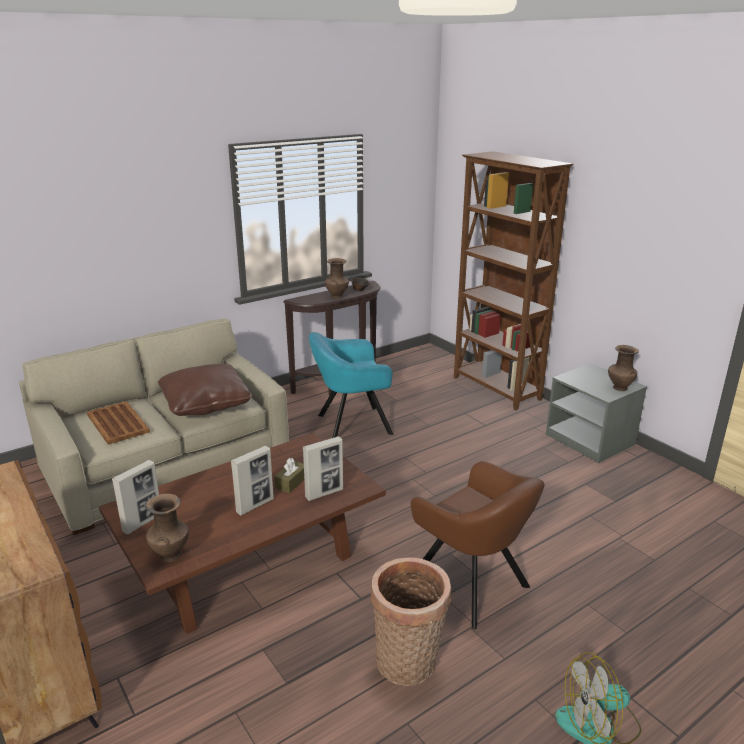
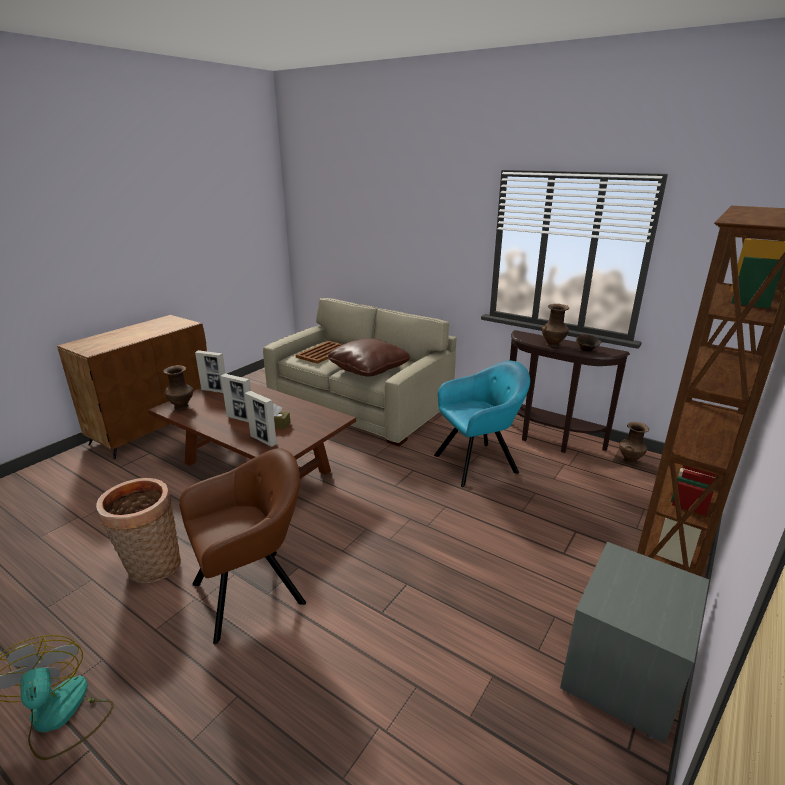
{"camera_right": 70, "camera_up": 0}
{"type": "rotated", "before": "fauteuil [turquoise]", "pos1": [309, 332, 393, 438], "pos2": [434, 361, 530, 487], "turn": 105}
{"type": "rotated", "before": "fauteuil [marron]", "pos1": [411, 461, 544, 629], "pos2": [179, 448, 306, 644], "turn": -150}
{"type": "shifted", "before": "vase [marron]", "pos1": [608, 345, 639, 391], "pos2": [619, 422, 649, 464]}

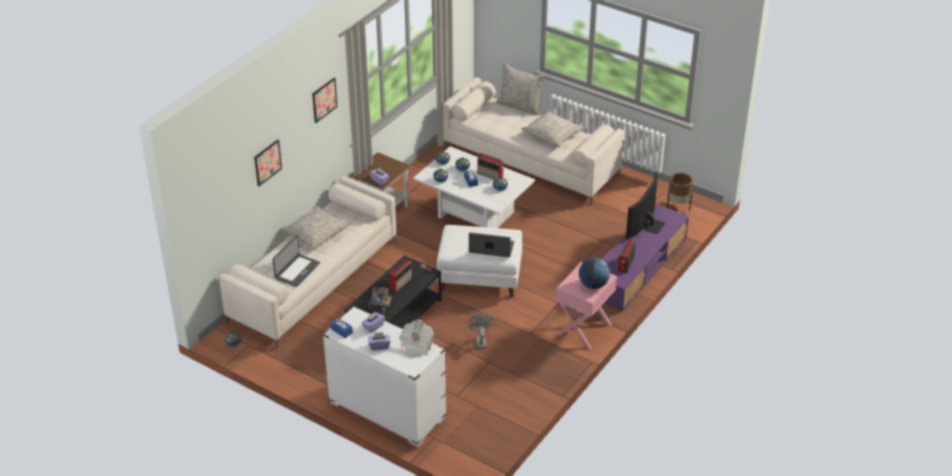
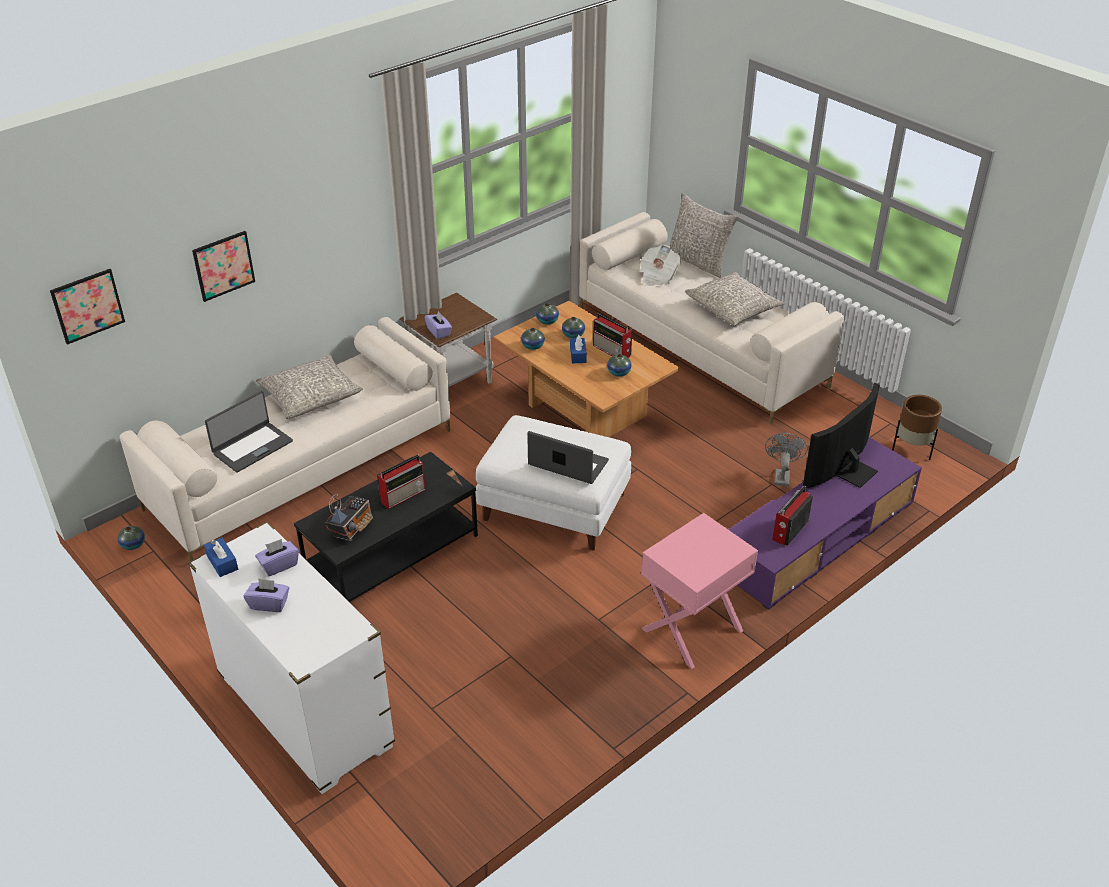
{"camera_right": 15, "camera_up": 0}
{"type": "shifted", "before": "tableau", "pos1": [312, 78, 338, 123], "pos2": [50, 269, 125, 345]}
{"type": "shifted", "before": "journal", "pos1": [399, 320, 434, 359], "pos2": [640, 245, 681, 286]}
{"type": "repainted", "before": "table basse [blanc]", "after": "table basse [marron]", "pos1": [413, 146, 535, 228], "pos2": [493, 301, 679, 437]}
{"type": "shifted", "before": "ventilateur [gris]", "pos1": [467, 313, 495, 348], "pos2": [765, 433, 808, 487]}
{"type": "gone", "before": "globe", "pos1": [579, 258, 610, 289]}

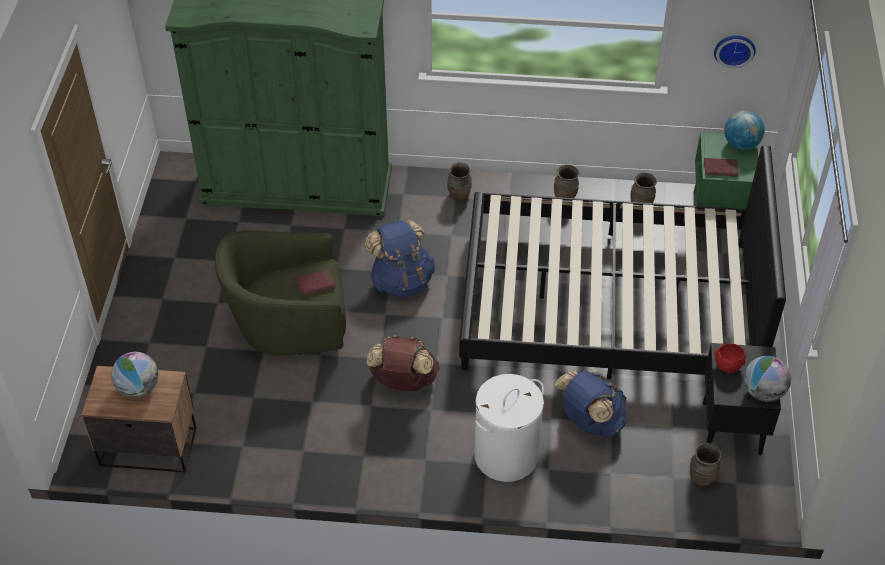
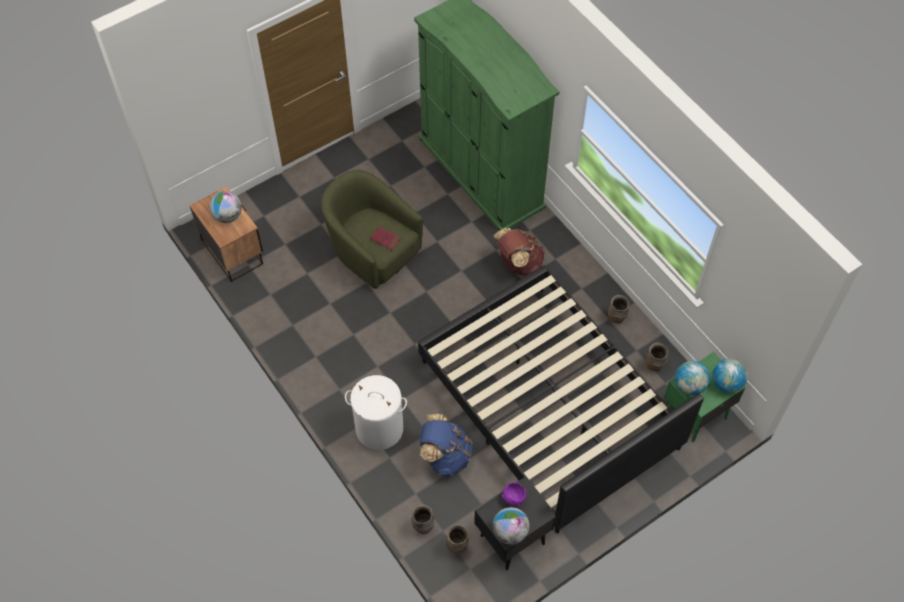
{"camera_right": 50, "camera_up": 10}
{"type": "gone", "before": "sac à dos [bleu]", "pos1": [365, 219, 435, 298]}
{"type": "shifted", "before": "sac à dos [marron]", "pos1": [367, 335, 440, 391], "pos2": [494, 228, 545, 277]}
{"type": "shifted", "before": "vase [marron]", "pos1": [447, 162, 472, 201], "pos2": [412, 505, 435, 534]}
{"type": "swapped", "before": "livre [rouge]", "after": "globe", "pos1": [704, 158, 739, 177], "pos2": [675, 361, 710, 395]}
{"type": "gone", "before": "horloge murale", "pos1": [714, 36, 756, 69]}
{"type": "repainted", "before": "bol [rouge]", "after": "bol [violet]", "pos1": [714, 343, 746, 372], "pos2": [502, 482, 526, 506]}

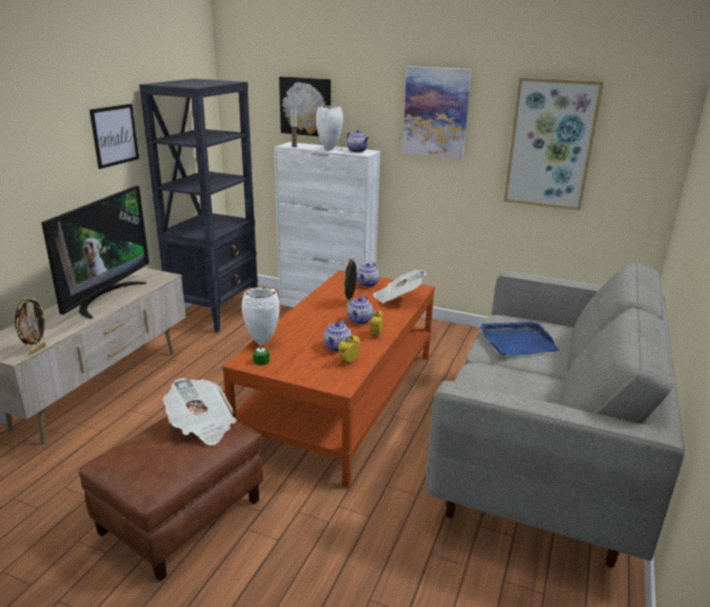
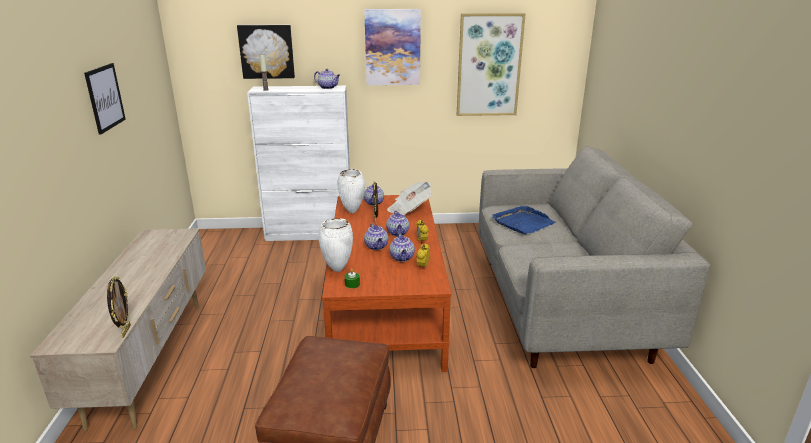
{"camera_right": -25, "camera_up": 0}
{"type": "gone", "before": "téléviseur", "pos1": [41, 186, 149, 319]}
{"type": "gone", "before": "bibliothèque [noir]", "pos1": [139, 79, 258, 332]}
{"type": "gone", "before": "journal", "pos1": [163, 378, 237, 445]}
{"type": "shifted", "before": "vase [blanc]", "pos1": [316, 105, 343, 150], "pos2": [337, 169, 365, 213]}
{"type": "new", "after": "théière", "pos2": [364, 223, 388, 250]}

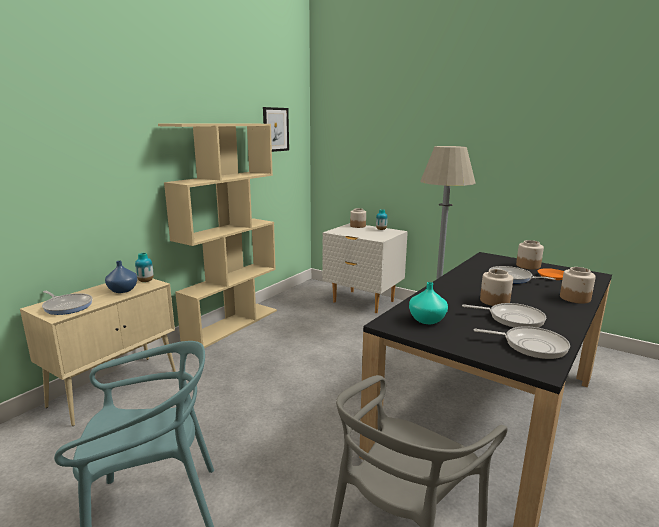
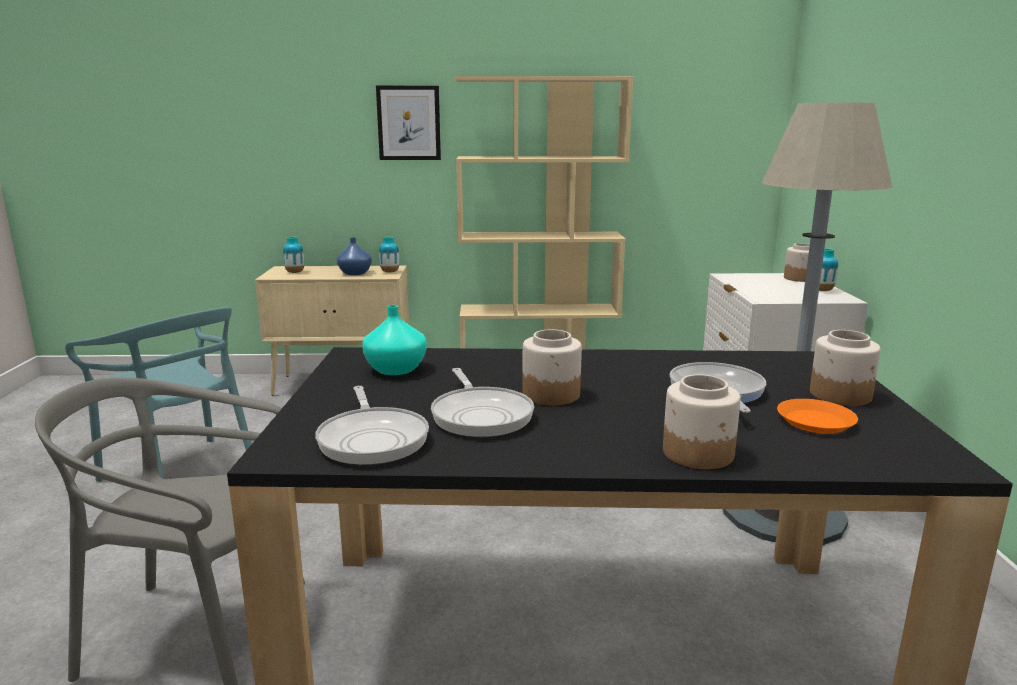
{"camera_right": 55, "camera_up": 0}
{"type": "swapped", "before": "poêle", "after": "vase", "pos1": [42, 291, 93, 315], "pos2": [283, 237, 304, 273]}
{"type": "shifted", "before": "tableau", "pos1": [263, 107, 289, 152], "pos2": [376, 86, 441, 160]}

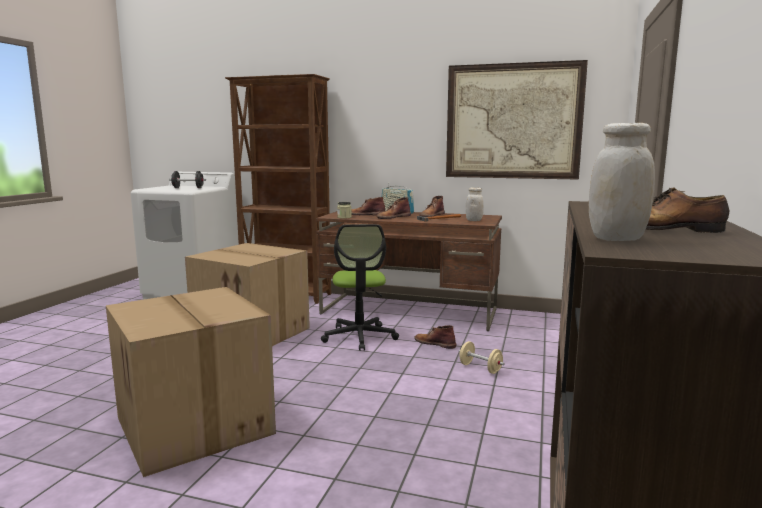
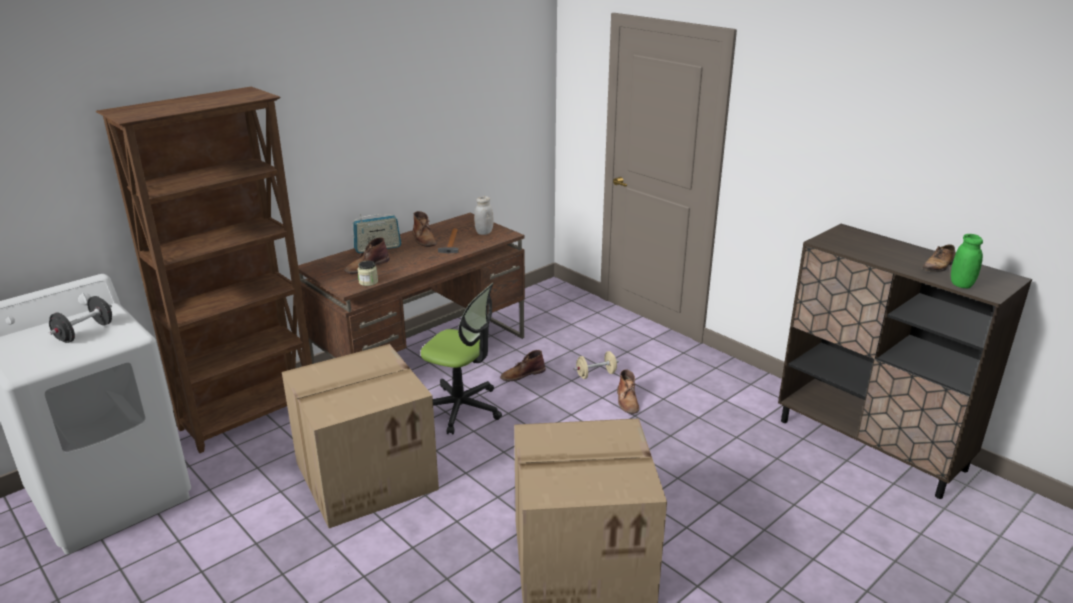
{"camera_right": -60, "camera_up": 15}
{"type": "shifted", "before": "botte [marron]", "pos1": [376, 197, 411, 219], "pos2": [617, 369, 639, 414]}
{"type": "gone", "before": "tableau", "pos1": [446, 60, 588, 180]}
{"type": "repainted", "before": "bocal [blanc]", "after": "bocal [vert]", "pos1": [589, 123, 655, 241], "pos2": [951, 234, 983, 288]}

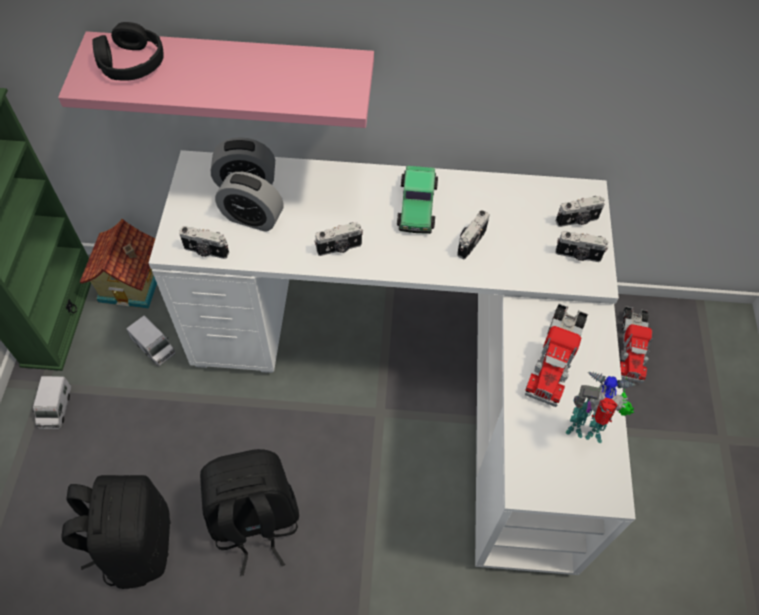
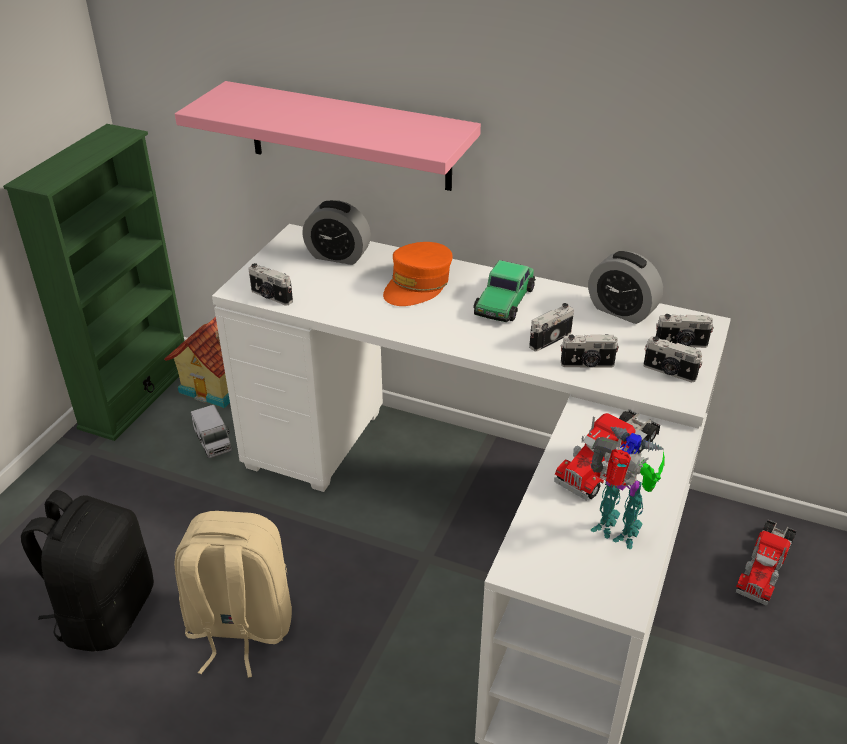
{"camera_right": 20, "camera_up": -20}
{"type": "gone", "before": "camion jouet", "pos1": [31, 376, 72, 429]}
{"type": "gone", "before": "casque audio [noir]", "pos1": [92, 22, 164, 81]}
{"type": "repainted", "before": "sac à dos [noir]", "after": "sac à dos [beige]", "pos1": [200, 449, 299, 576], "pos2": [174, 511, 292, 678]}
{"type": "shifted", "before": "réveil", "pos1": [215, 172, 284, 232], "pos2": [588, 251, 663, 324]}
{"type": "shifted", "before": "appareil photo", "pos1": [314, 222, 363, 256], "pos2": [560, 334, 619, 368]}
{"type": "new", "after": "casquette [orange]", "pos2": [383, 242, 453, 306]}

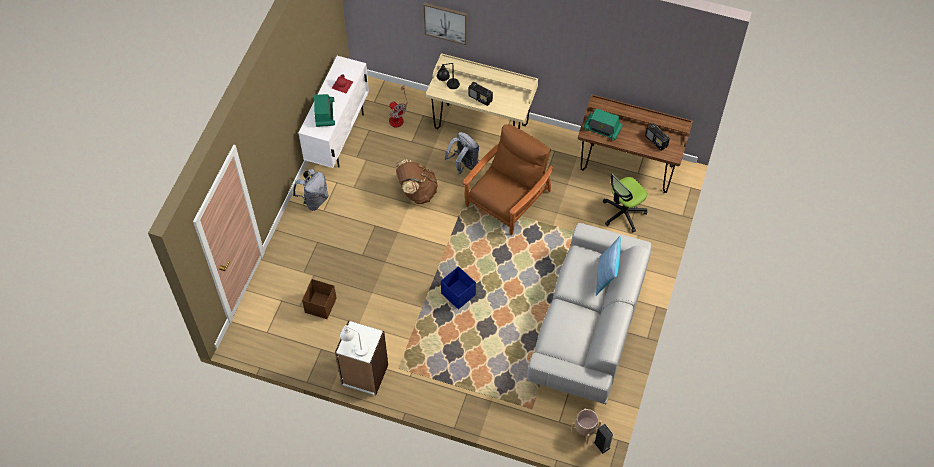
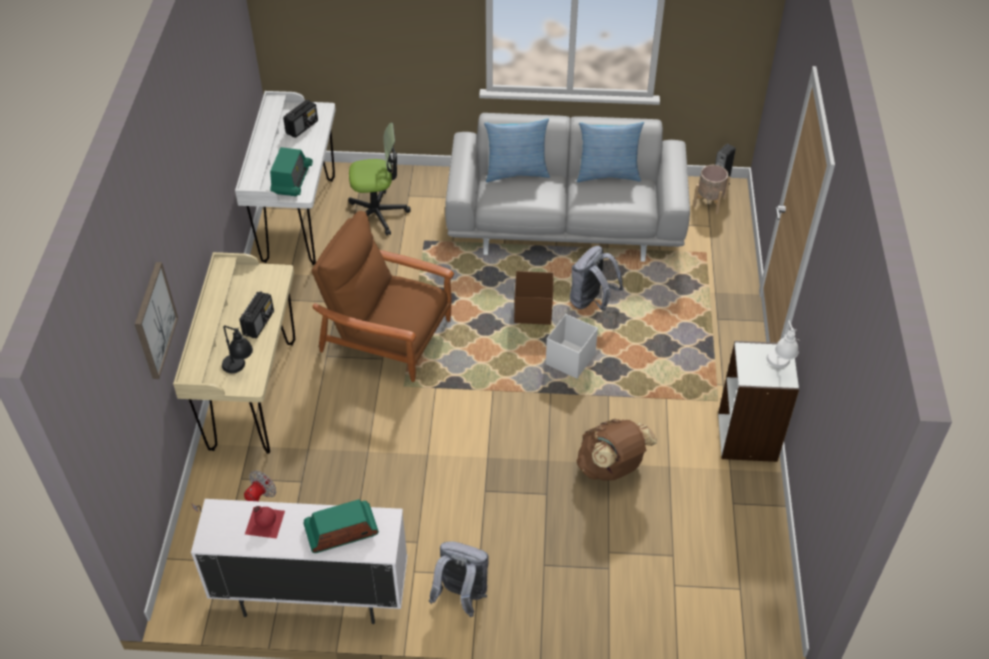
{"camera_right": -105, "camera_up": -10}
{"type": "shifted", "before": "boîte de rangement [marron]", "pos1": [302, 279, 337, 319], "pos2": [514, 271, 554, 325]}
{"type": "shifted", "before": "sac à dos [marron]", "pos1": [396, 159, 438, 204], "pos2": [576, 419, 657, 481]}
{"type": "repainted", "before": "boîte de rangement [bleu]", "after": "boîte de rangement [blanc]", "pos1": [441, 266, 476, 309], "pos2": [546, 314, 598, 379]}
{"type": "shifted", "before": "sac à dos [gris]", "pos1": [444, 132, 479, 174], "pos2": [570, 246, 624, 311]}
{"type": "repainted", "before": "bureau [marron]", "after": "bureau [blanc]", "pos1": [578, 94, 693, 193], "pos2": [235, 91, 336, 265]}
{"type": "rotated", "before": "chaise de bureau", "pos1": [603, 173, 647, 232], "pos2": [348, 123, 411, 236], "turn": -45}
{"type": "new", "after": "coussin", "pos2": [577, 122, 644, 182]}

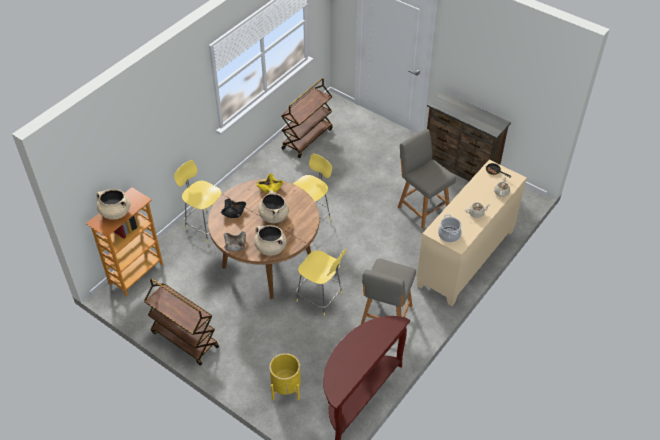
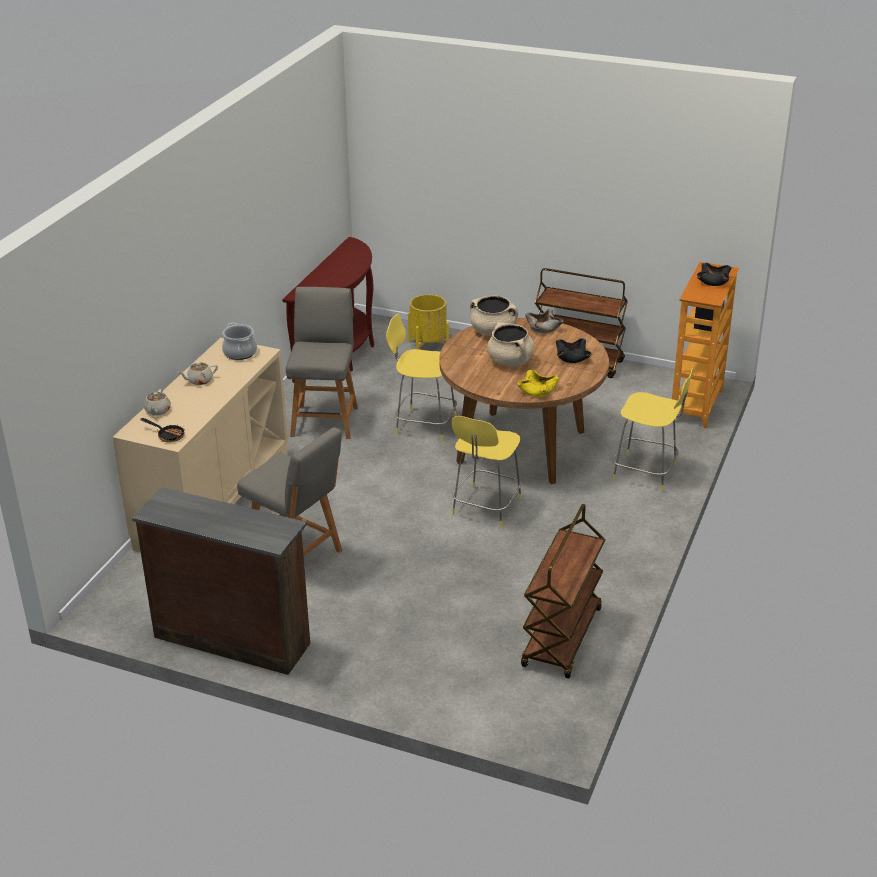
{"camera_right": 165, "camera_up": -15}
{"type": "swapped", "before": "marmite [beige]", "after": "bol [noir]", "pos1": [96, 189, 130, 219], "pos2": [697, 263, 732, 286]}

